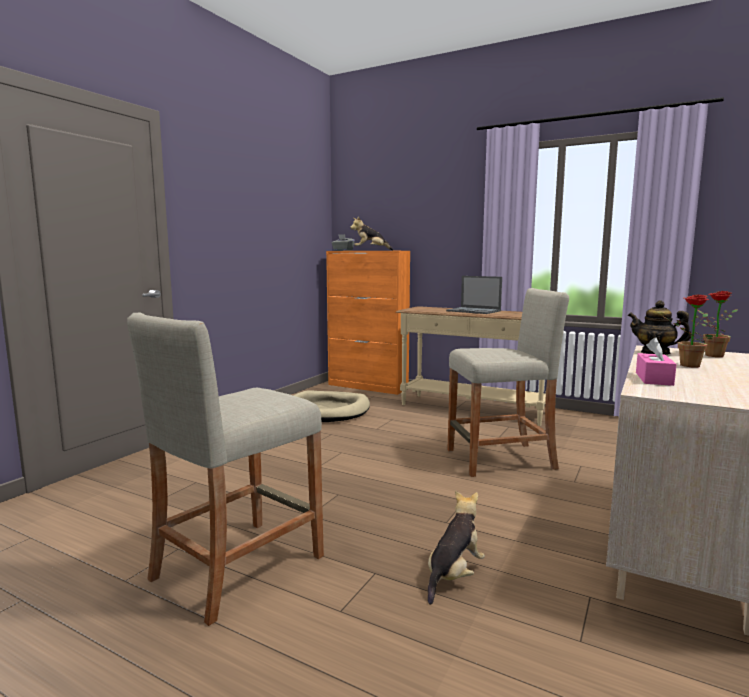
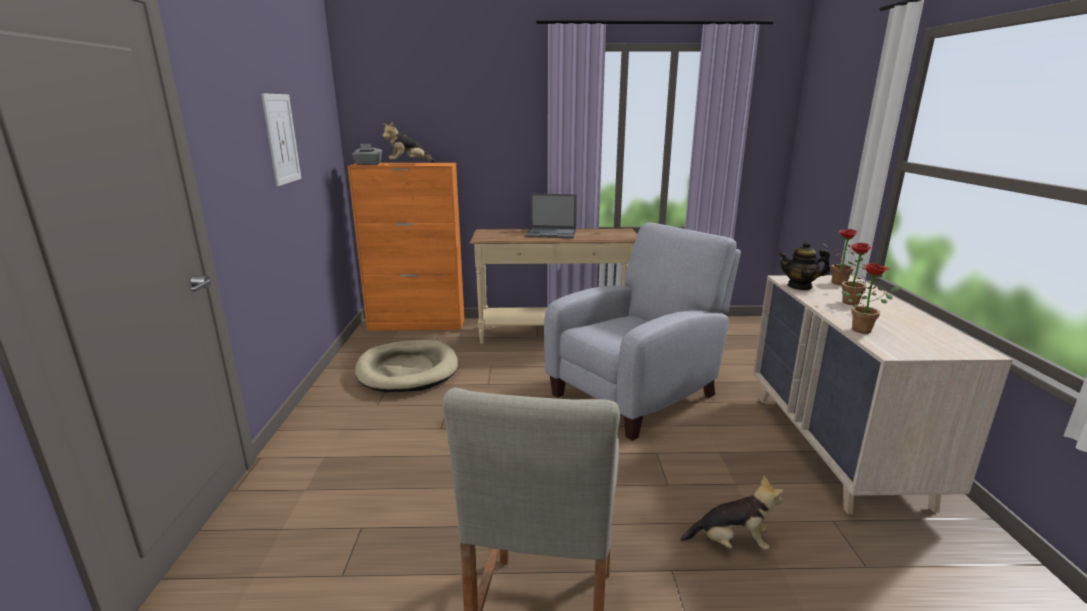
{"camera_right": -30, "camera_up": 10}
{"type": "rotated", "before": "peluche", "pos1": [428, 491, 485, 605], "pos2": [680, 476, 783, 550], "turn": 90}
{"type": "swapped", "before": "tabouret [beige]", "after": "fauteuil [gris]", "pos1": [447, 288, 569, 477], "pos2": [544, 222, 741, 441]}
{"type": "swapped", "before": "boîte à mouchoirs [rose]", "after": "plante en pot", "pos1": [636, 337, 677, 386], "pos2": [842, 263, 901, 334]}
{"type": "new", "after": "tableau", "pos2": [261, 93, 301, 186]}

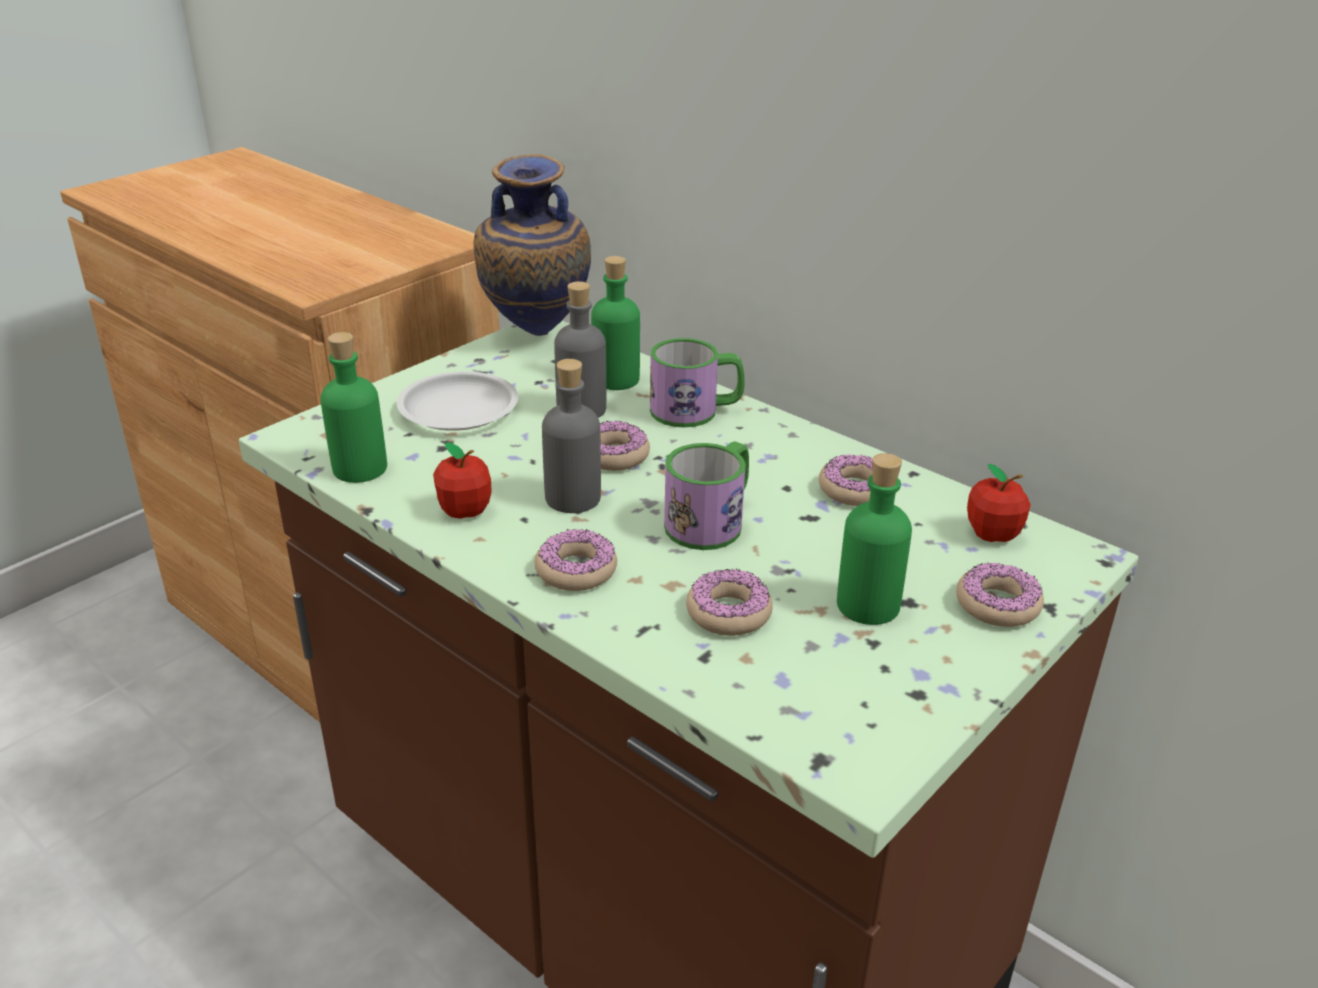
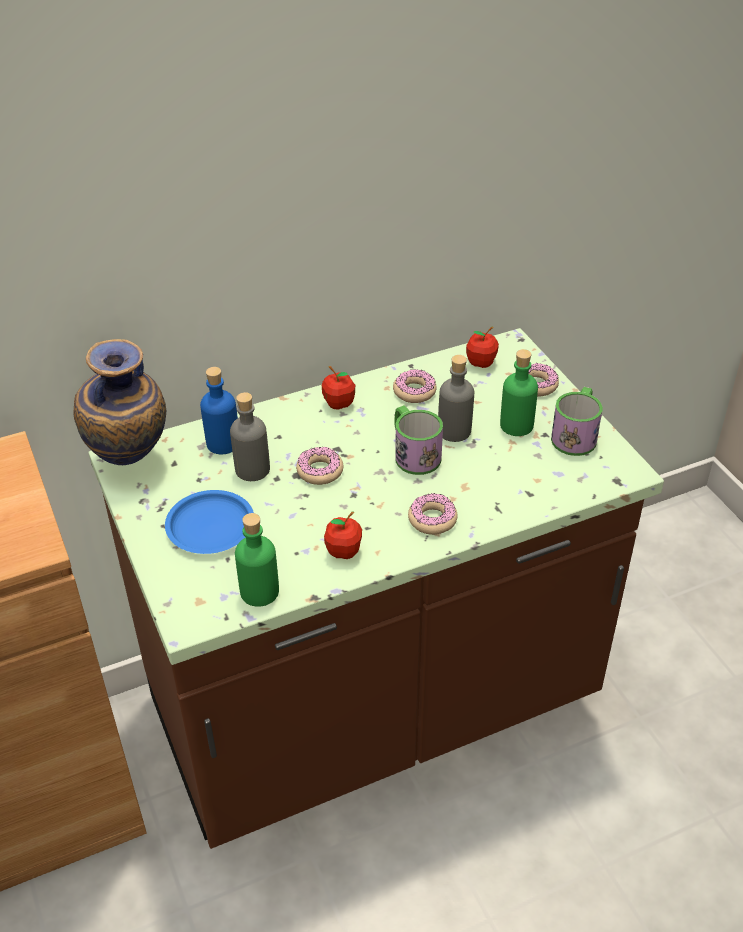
{"camera_right": -65, "camera_up": 10}
{"type": "repainted", "before": "assiette [blanc]", "after": "assiette [bleu]", "pos1": [397, 371, 518, 431], "pos2": [165, 490, 254, 554]}
{"type": "shifted", "before": "bouteille [gris]", "pos1": [542, 359, 601, 513], "pos2": [438, 355, 474, 442]}
{"type": "repainted", "before": "bouteille [vert]", "after": "bouteille [bleu]", "pos1": [591, 256, 640, 390], "pos2": [200, 367, 238, 454]}
{"type": "shifted", "before": "mug", "pos1": [650, 338, 745, 428], "pos2": [551, 387, 603, 456]}
{"type": "gone", "before": "beignet", "pos1": [686, 568, 773, 636]}
{"type": "new", "after": "pomme", "pos2": [322, 366, 355, 410]}

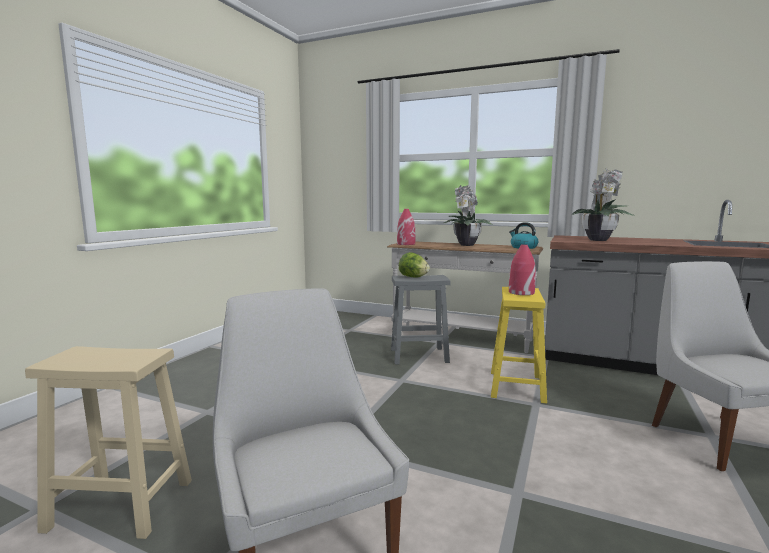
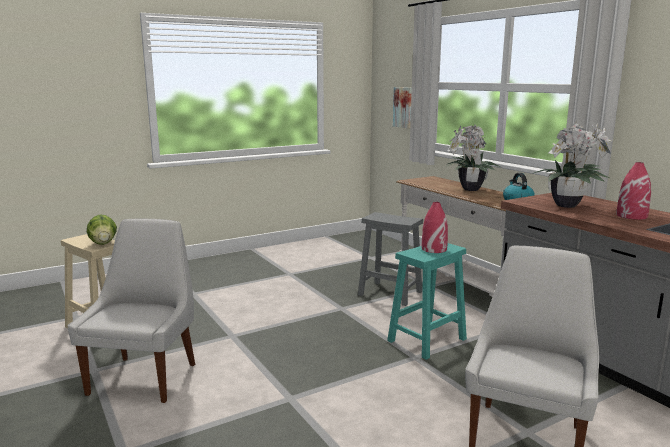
{"camera_right": 35, "camera_up": 5}
{"type": "shifted", "before": "vase [rouge]", "pos1": [397, 209, 415, 245], "pos2": [616, 162, 651, 220]}
{"type": "shifted", "before": "laitue", "pos1": [399, 252, 430, 278], "pos2": [87, 214, 117, 245]}
{"type": "repainted", "before": "tabouret [jaune]", "after": "tabouret [turquoise]", "pos1": [491, 287, 547, 404], "pos2": [387, 243, 467, 360]}
{"type": "new", "after": "tableau", "pos2": [393, 87, 412, 128]}

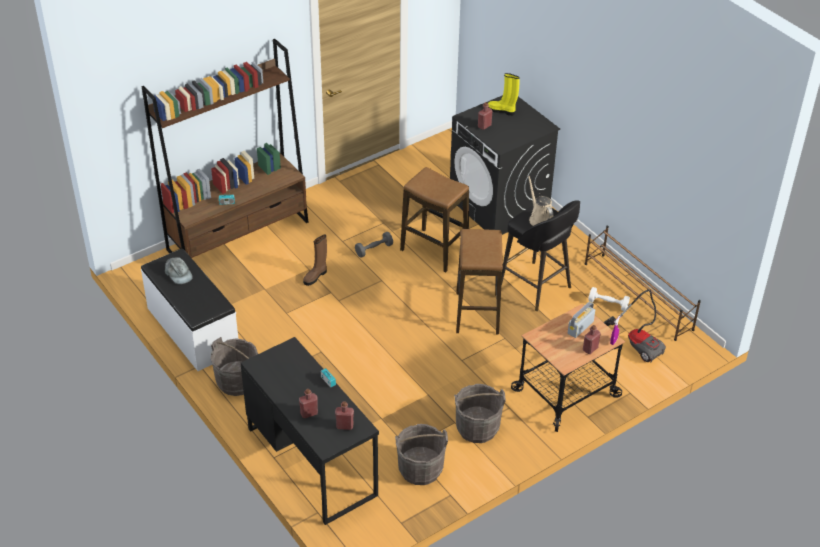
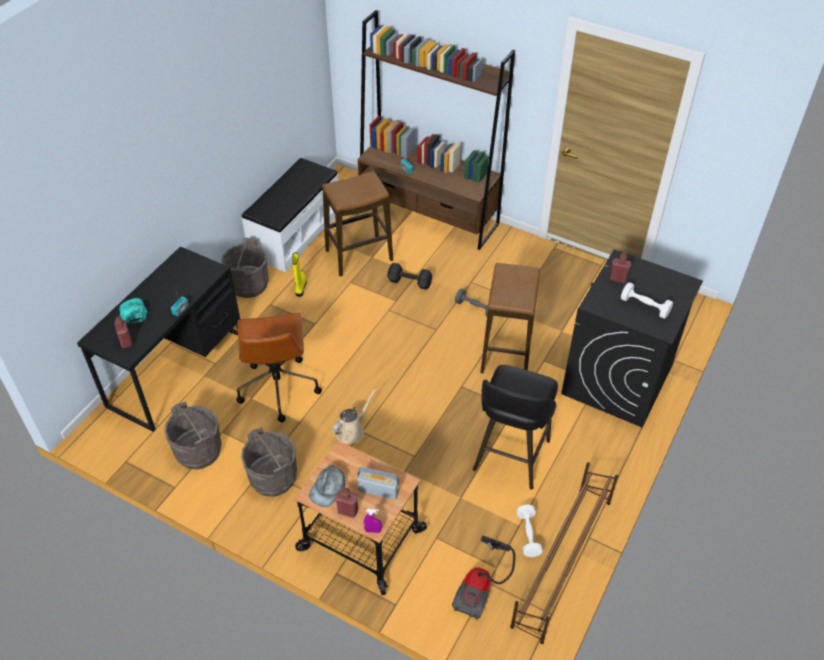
{"camera_right": 65, "camera_up": 5}
{"type": "shifted", "before": "casquette [gris]", "pos1": [165, 257, 193, 284], "pos2": [309, 465, 345, 507]}
{"type": "swapped", "before": "bouteille [rouge]", "after": "casquette [turquoise]", "pos1": [299, 389, 318, 418], "pos2": [119, 298, 148, 324]}
{"type": "swapped", "before": "botte [marron]", "after": "haltère [noir]", "pos1": [303, 234, 327, 286], "pos2": [387, 263, 432, 290]}
{"type": "shifted", "before": "tabouret", "pos1": [456, 229, 503, 334], "pos2": [322, 171, 393, 276]}
{"type": "shifted", "before": "botte [jaune]", "pos1": [488, 73, 520, 116], "pos2": [292, 252, 307, 297]}
{"type": "shifted", "before": "arrosoir [beige]", "pos1": [528, 176, 553, 226], "pos2": [332, 388, 377, 444]}
{"type": "new", "after": "chaise de bureau [marron]", "pos2": [236, 313, 322, 422]}
{"type": "new", "after": "haltère [blanc]", "pos2": [621, 282, 673, 319]}

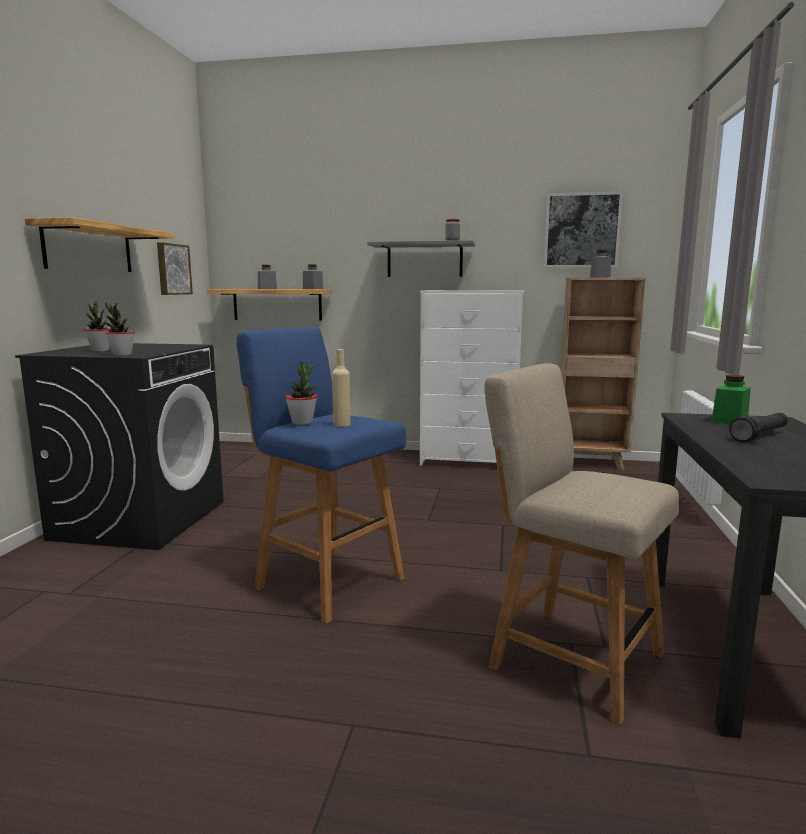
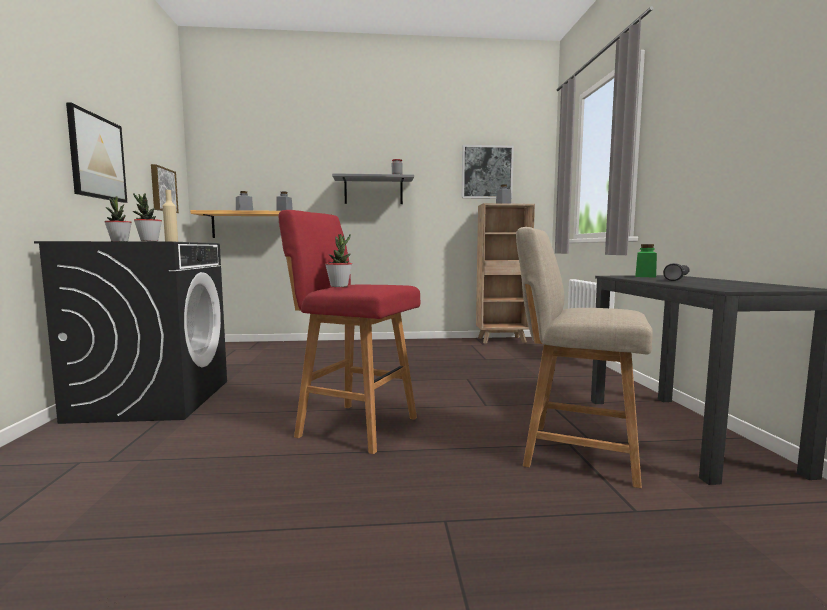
{"camera_right": -15, "camera_up": -5}
{"type": "swapped", "before": "étagère", "after": "tableau", "pos1": [25, 217, 174, 272], "pos2": [66, 102, 127, 203]}
{"type": "repainted", "before": "tabouret [bleu]", "after": "tabouret [rouge]", "pos1": [236, 327, 406, 624], "pos2": [278, 210, 420, 454]}
{"type": "shifted", "before": "bouteille [beige]", "pos1": [332, 349, 350, 427], "pos2": [163, 190, 178, 242]}
{"type": "gone", "before": "commode [blanc]", "pos1": [420, 290, 524, 466]}

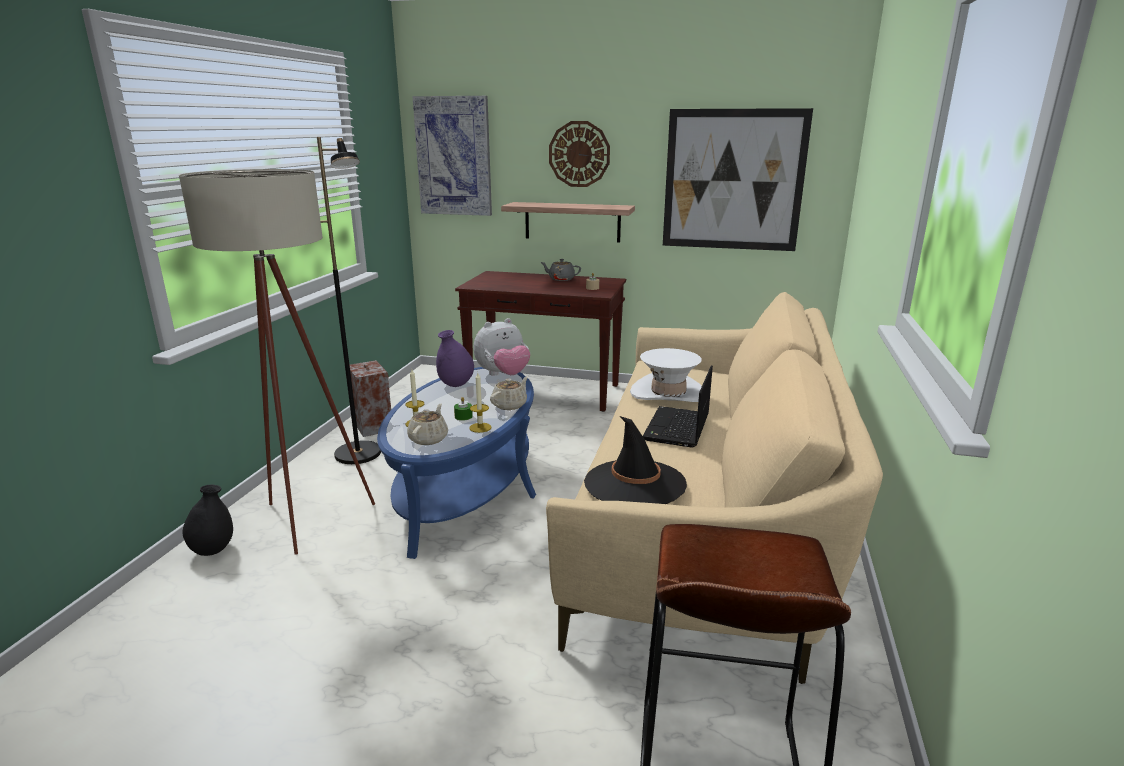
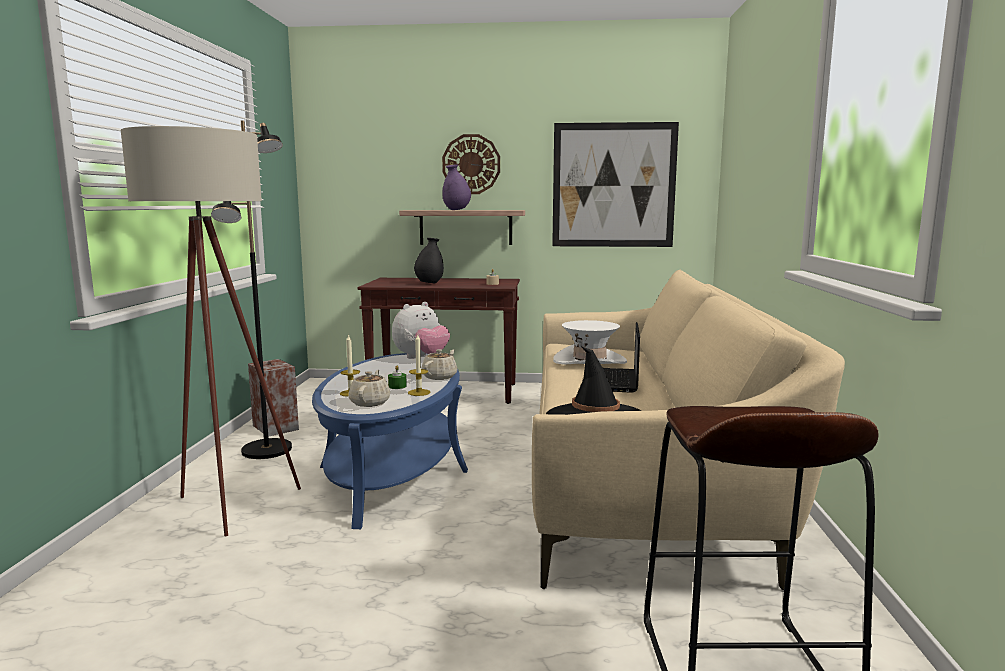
{"camera_right": -10, "camera_up": -10}
{"type": "shifted", "before": "vase [noir]", "pos1": [183, 484, 233, 556], "pos2": [414, 238, 444, 284]}
{"type": "gone", "before": "tableau", "pos1": [412, 96, 492, 216]}
{"type": "shifted", "before": "vase [violet]", "pos1": [436, 330, 474, 387], "pos2": [443, 164, 471, 210]}
{"type": "gone", "before": "théière [gris]", "pos1": [541, 259, 581, 281]}

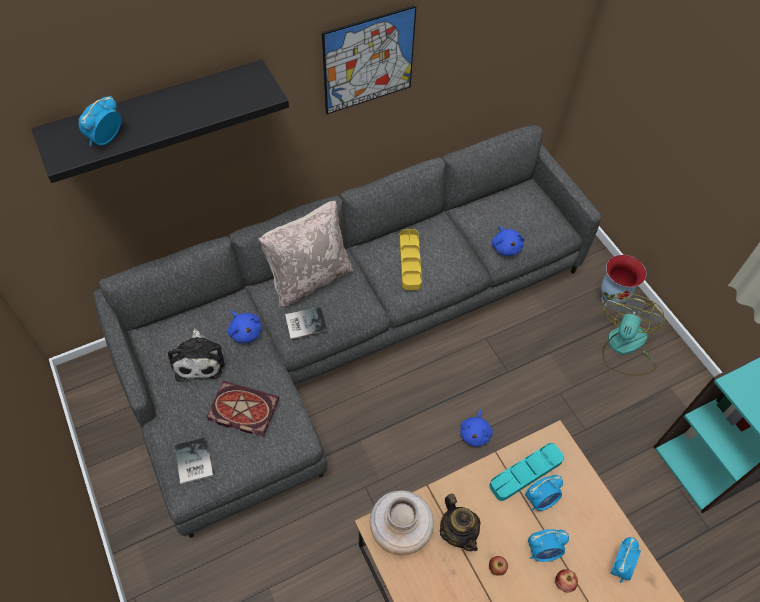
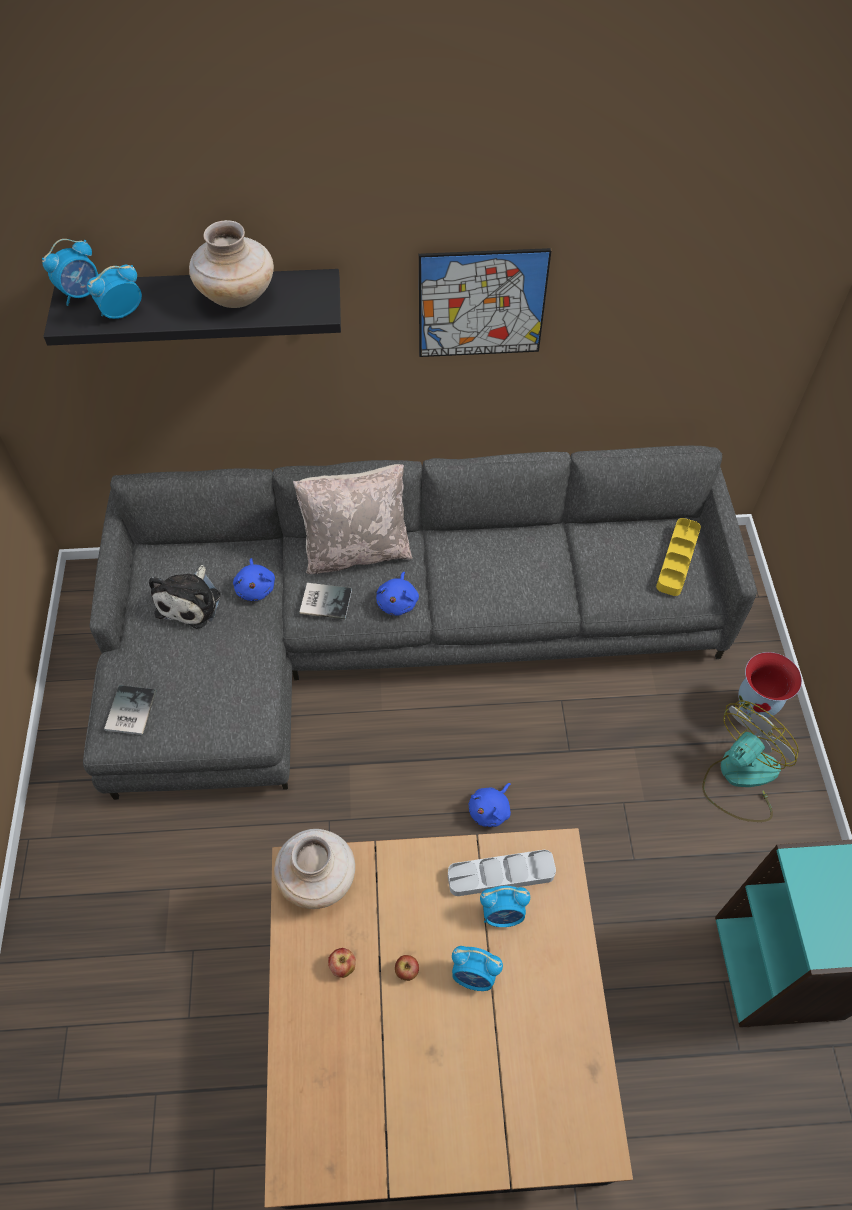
{"camera_right": 25, "camera_up": 0}
{"type": "gone", "before": "livre", "pos1": [206, 381, 279, 436]}
{"type": "shifted", "before": "plateau [jaune]", "pos1": [399, 229, 422, 290], "pos2": [656, 518, 701, 596]}
{"type": "gone", "before": "théière", "pos1": [440, 494, 481, 551]}
{"type": "repainted", "before": "plateau [turquoise]", "after": "plateau [gris]", "pos1": [489, 443, 564, 501], "pos2": [448, 850, 556, 896]}
{"type": "shifted", "before": "peluche [bleu]", "pos1": [492, 225, 524, 256], "pos2": [376, 572, 419, 616]}
{"type": "shifted", "before": "pomme", "pos1": [555, 569, 578, 592], "pos2": [328, 948, 356, 978]}
{"type": "shifted", "before": "réveil", "pos1": [610, 537, 641, 583], "pos2": [42, 239, 98, 306]}
{"type": "new", "after": "vase [beige]", "pos2": [189, 220, 274, 308]}

